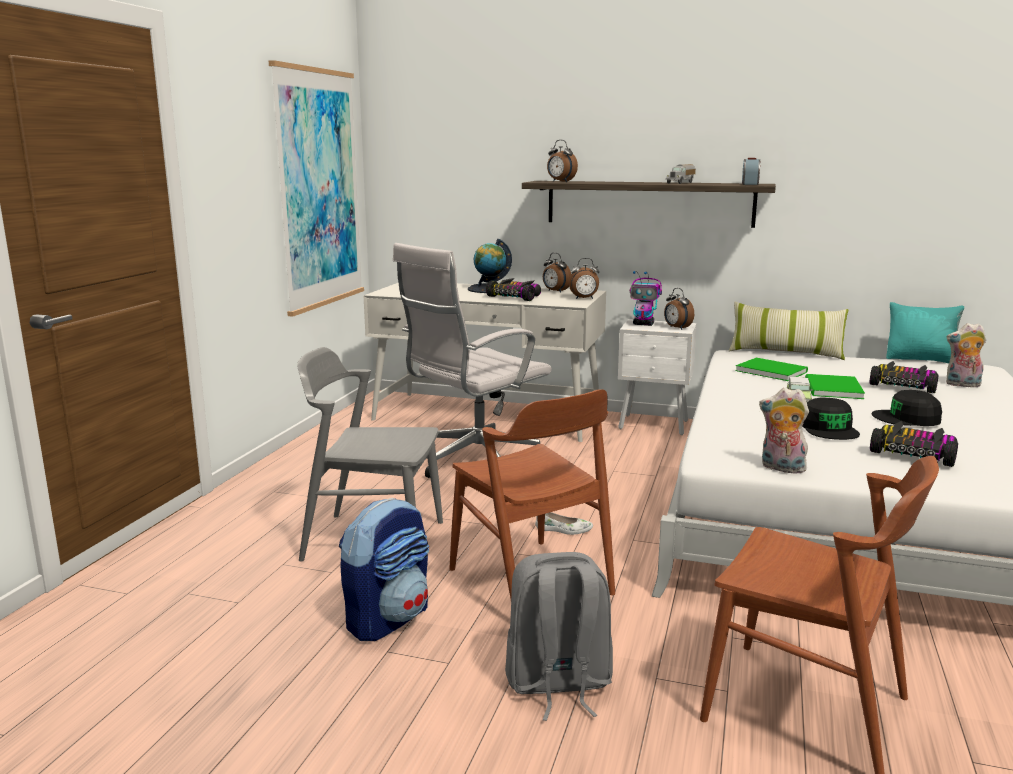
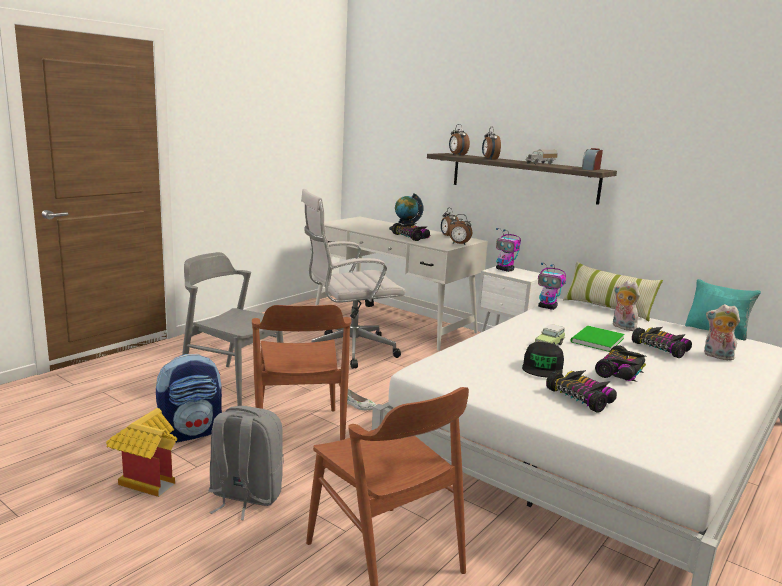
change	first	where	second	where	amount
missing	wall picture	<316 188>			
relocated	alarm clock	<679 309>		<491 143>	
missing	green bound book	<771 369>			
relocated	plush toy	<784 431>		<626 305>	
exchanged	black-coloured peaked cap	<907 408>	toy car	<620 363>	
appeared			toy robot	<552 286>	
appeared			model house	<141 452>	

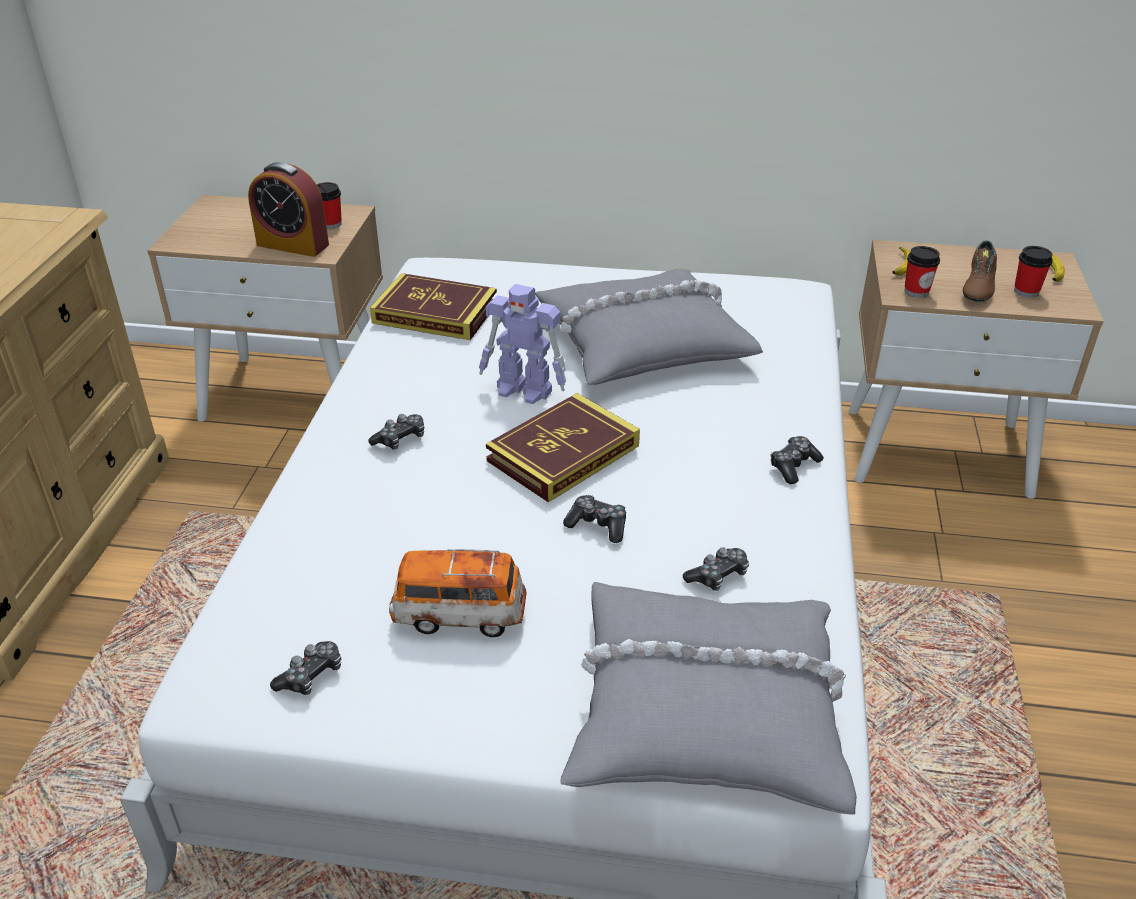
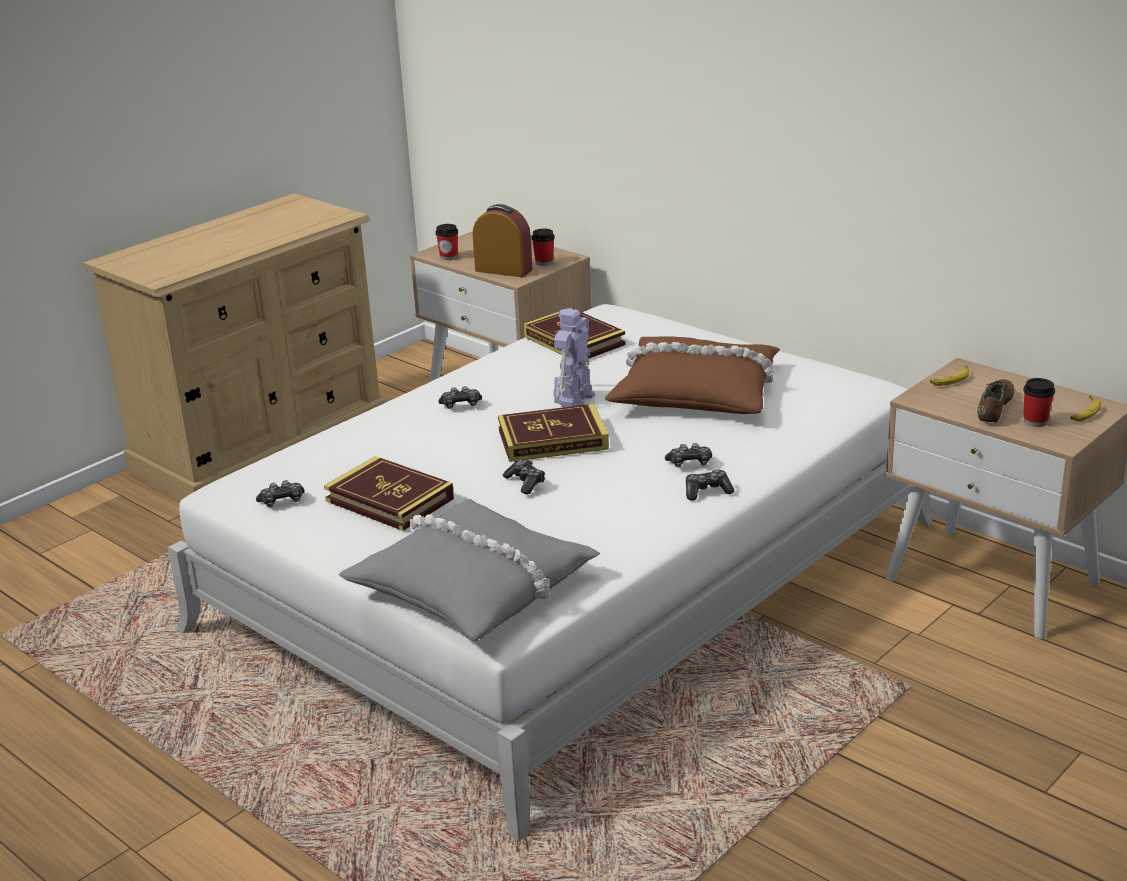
change	first	where	second	where	amount
spun	alarm clock	<288 209>		<503 240>	150 degrees clockwise
spun	brown-coloured low shoe	<980 271>		<996 401>	150 degrees clockwise
relocated	drinking cup	<922 272>		<446 242>	
colour	greyish cushion	<649 327>	brown-coloured cushion	<692 375>	
spun	toy robot	<522 344>		<574 358>	60 degrees clockwise
relocated	gamepad	<716 569>		<688 455>	
exchanged	toy car	<457 593>	bound book	<389 493>	

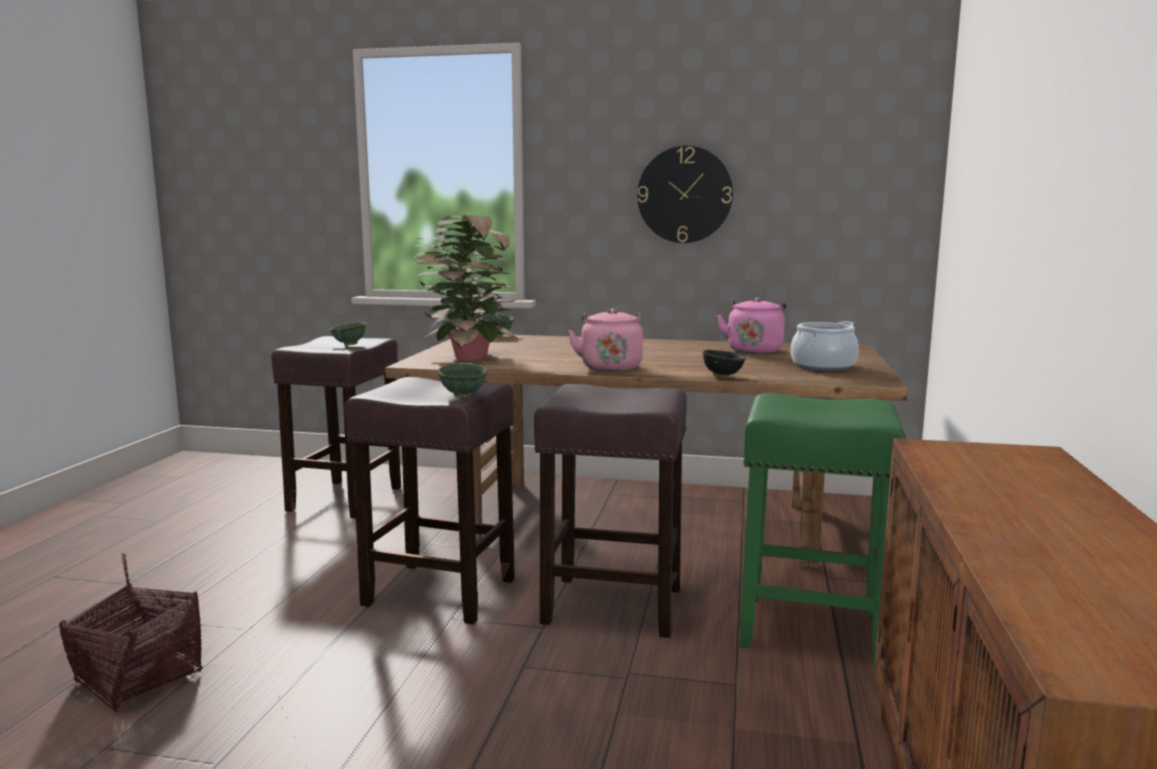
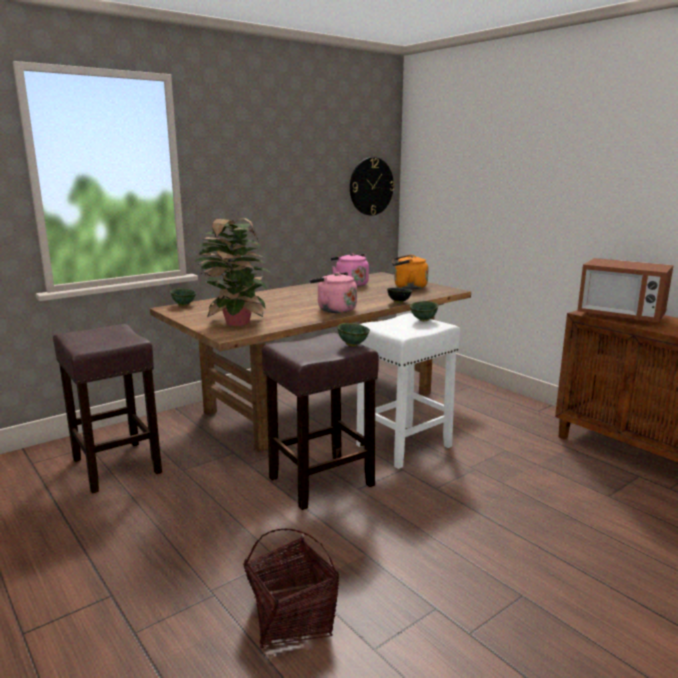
change	first	where	second	where	amount
relocated	clock on the wall	<685 194>		<372 186>	
exchanged	stockpot	<825 346>	orange-coloured tea kettle	<410 272>	
relocated	green deep dish	<348 334>		<424 311>	
colour	brown-coloured stool seat	<610 511>	white stool seat	<408 391>	
missing	green stool seat	<822 529>			
appeared			microwave oven	<625 291>	

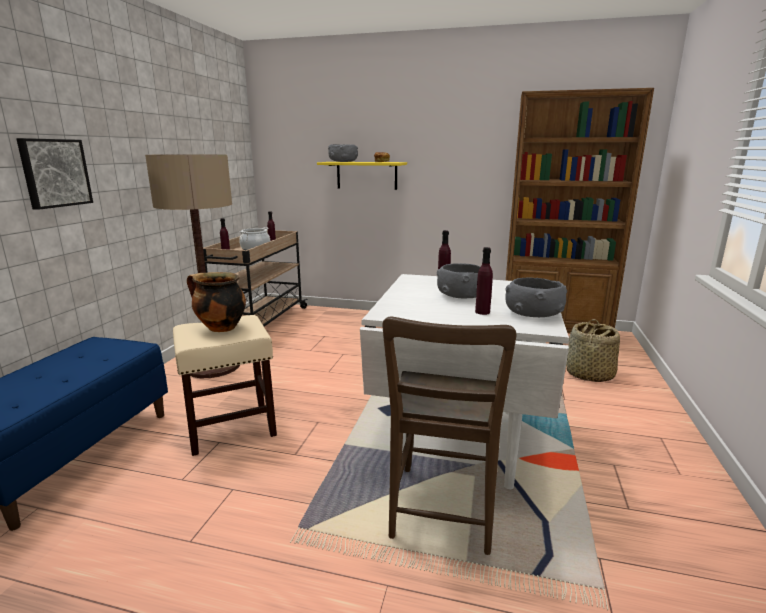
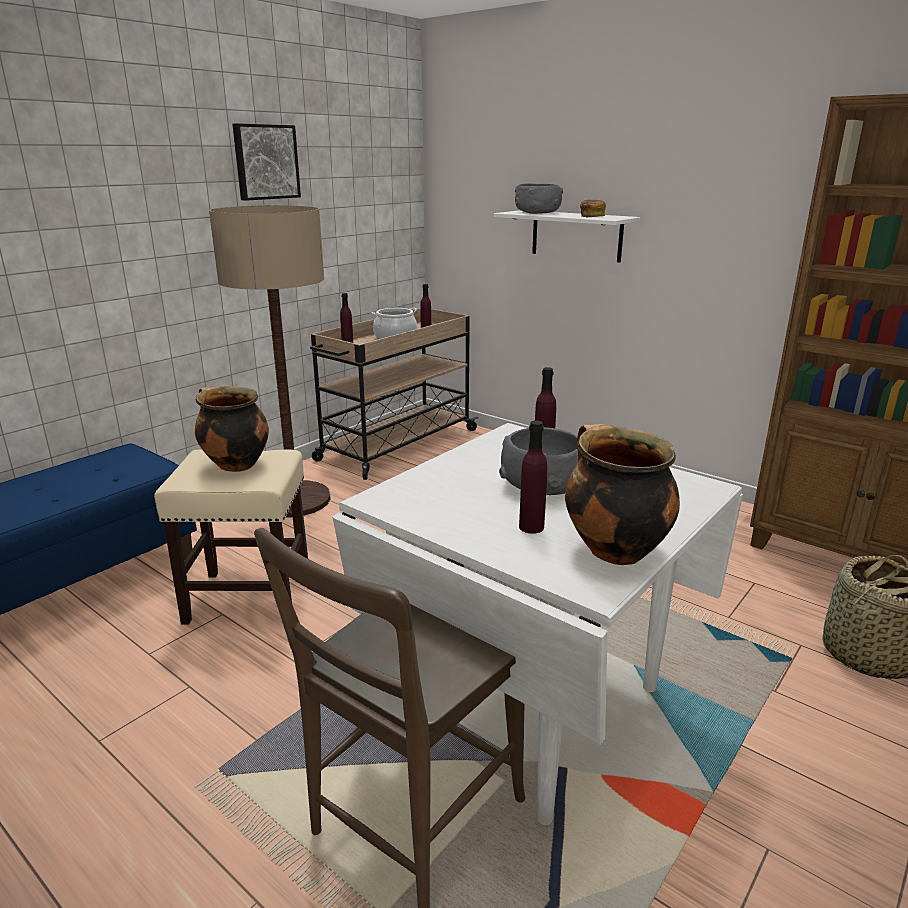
change	first	where	second	where	amount
relocated	wall picture	<54 174>		<266 162>	
colour	yellow-coloured bracket shelf	<362 176>	white bracket shelf	<567 236>	
exchanged	greyish deep dish	<536 297>	stockpot	<622 494>	

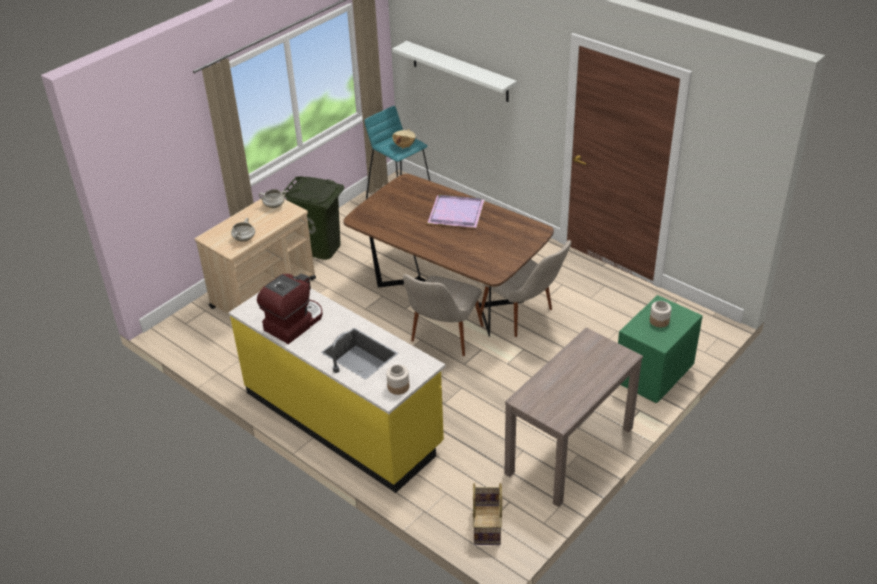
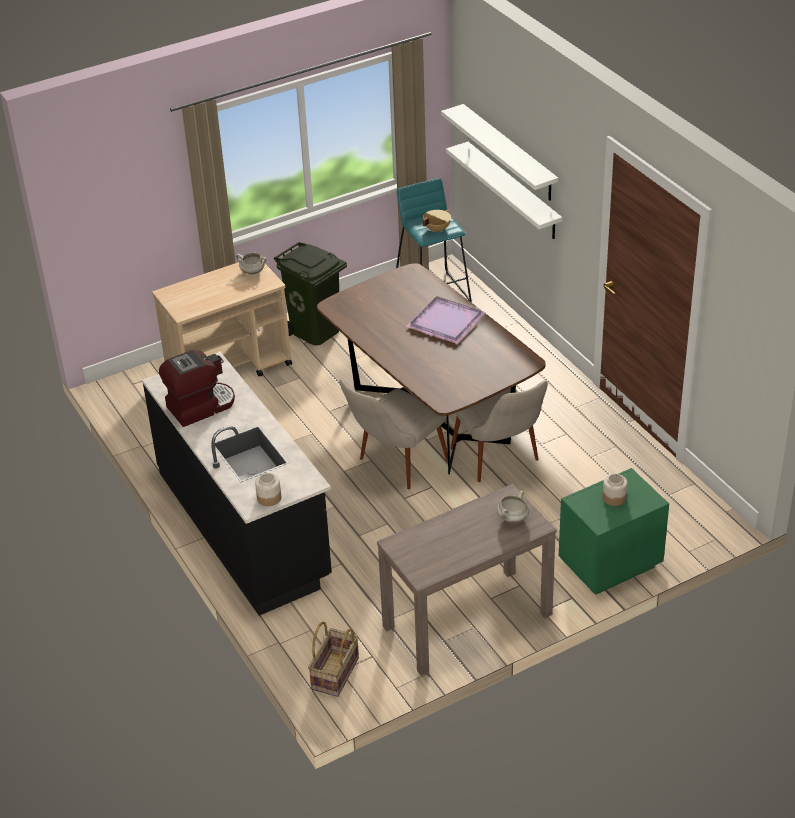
change	first	where	second	where	amount
relocated	white stockpot	<243 230>		<513 506>	
colour	yellow-coloured counter	<337 391>	black-coloured counter	<237 484>	
appeared			white bracket shelf	<504 190>	

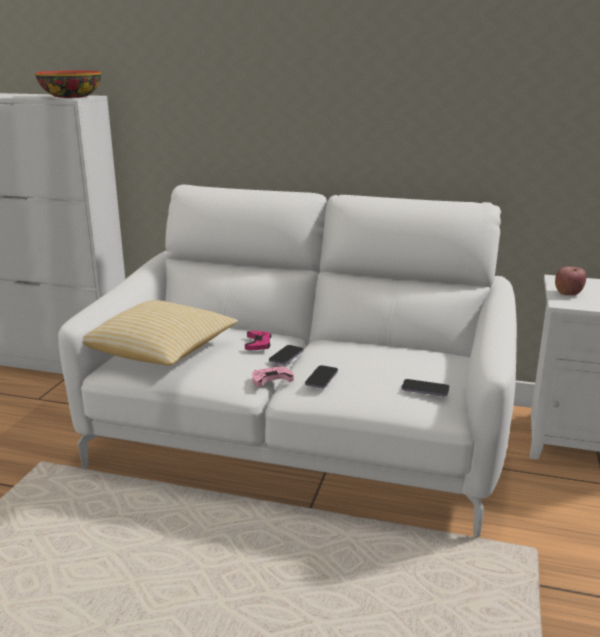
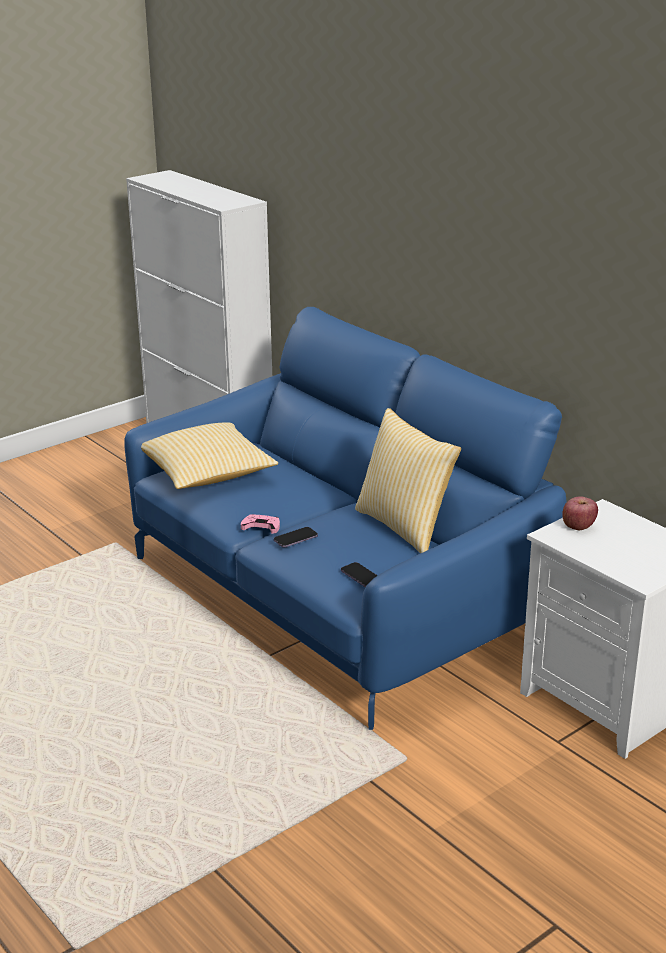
change	first	where	second	where	amount
missing	deep dish	<68 84>			
colour	white settee	<287 361>	blue settee	<345 518>	
missing	pink-coloured gamepad	<258 340>			
missing	phone	<286 355>			
appeared			cushion	<408 480>	

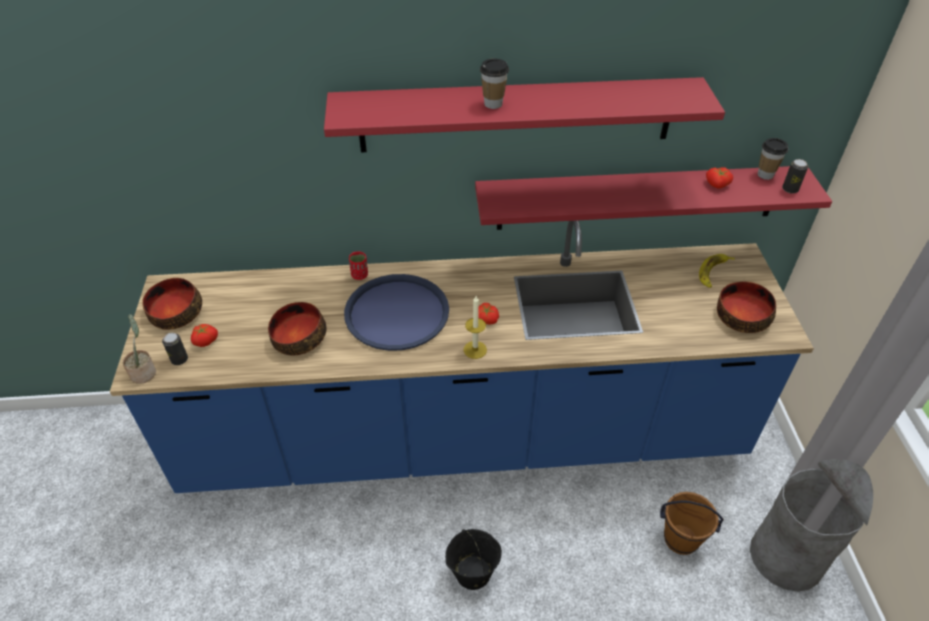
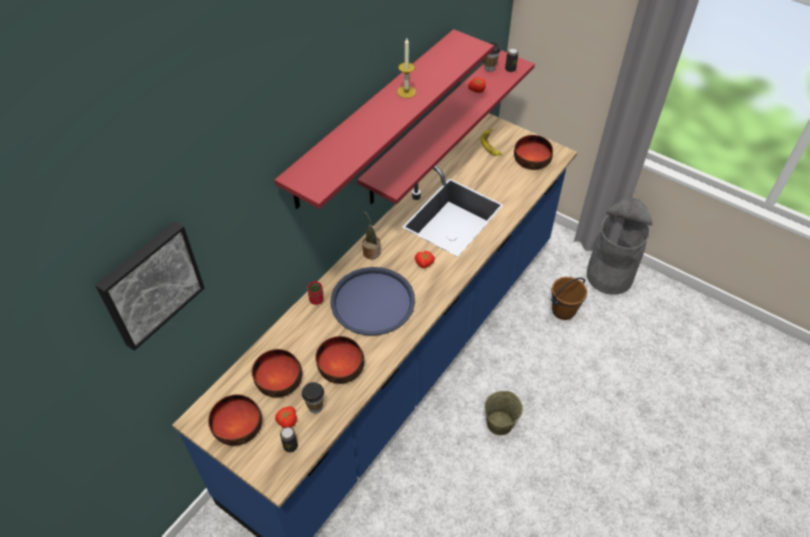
change	first	where	second	where	amount
relocated	drinking cup	<494 84>		<313 398>	
relocated	wax candle	<475 327>		<406 68>	
relocated	houseplant	<139 349>		<371 235>	
colour	black-coloured pail	<473 559>	sand-coloured pail	<503 413>	
appeared			wall picture	<149 286>	
appeared			deep dish	<277 373>	

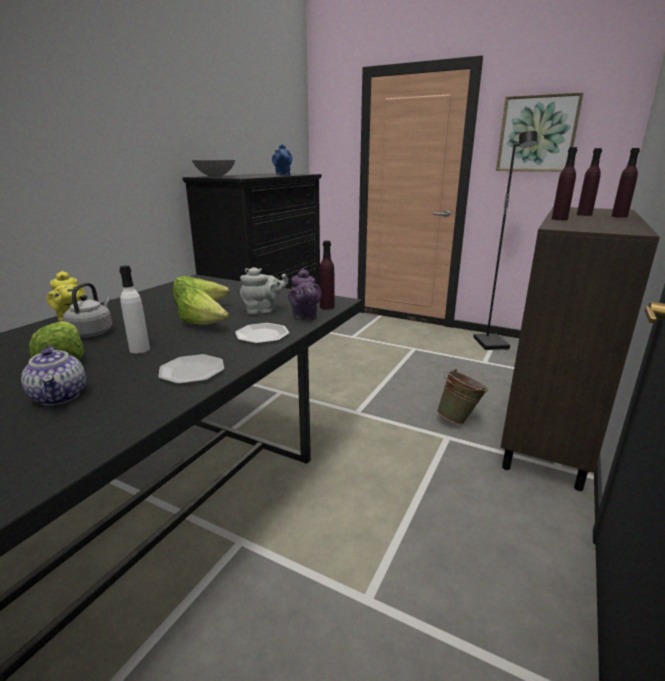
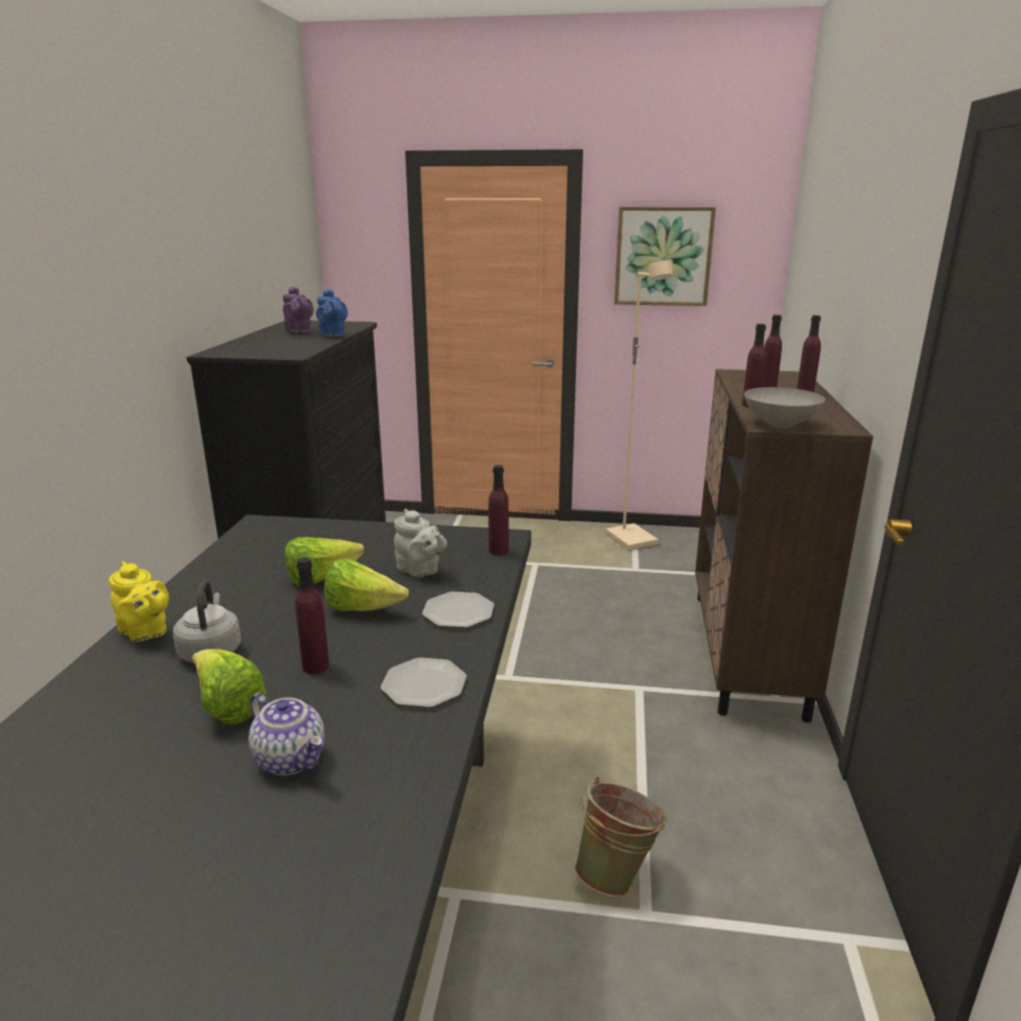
change	first	where	second	where	amount
colour	black-coloured standing lamp	<506 240>	sand-coloured standing lamp	<639 406>	
relocated	greyish deep dish	<213 168>		<784 407>	
colour	white drink bottle	<134 310>	purplish drink bottle	<312 615>	
spun	greyish teapot	<264 290>		<420 543>	75 degrees clockwise
relocated	purplish teapot	<304 294>		<298 309>	
relocated	green pail	<462 397>		<621 837>	

